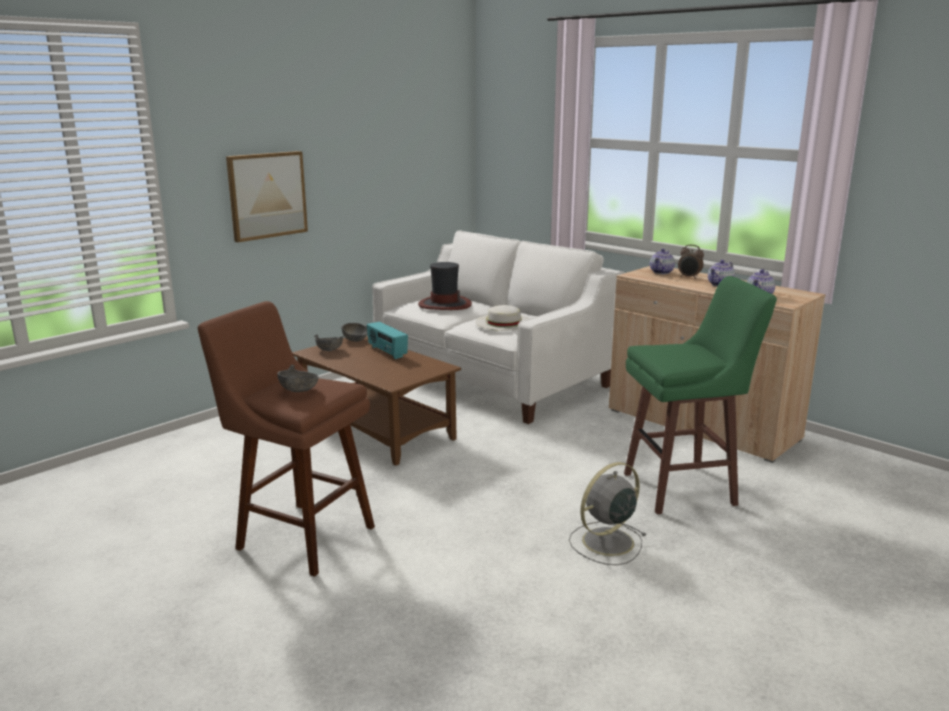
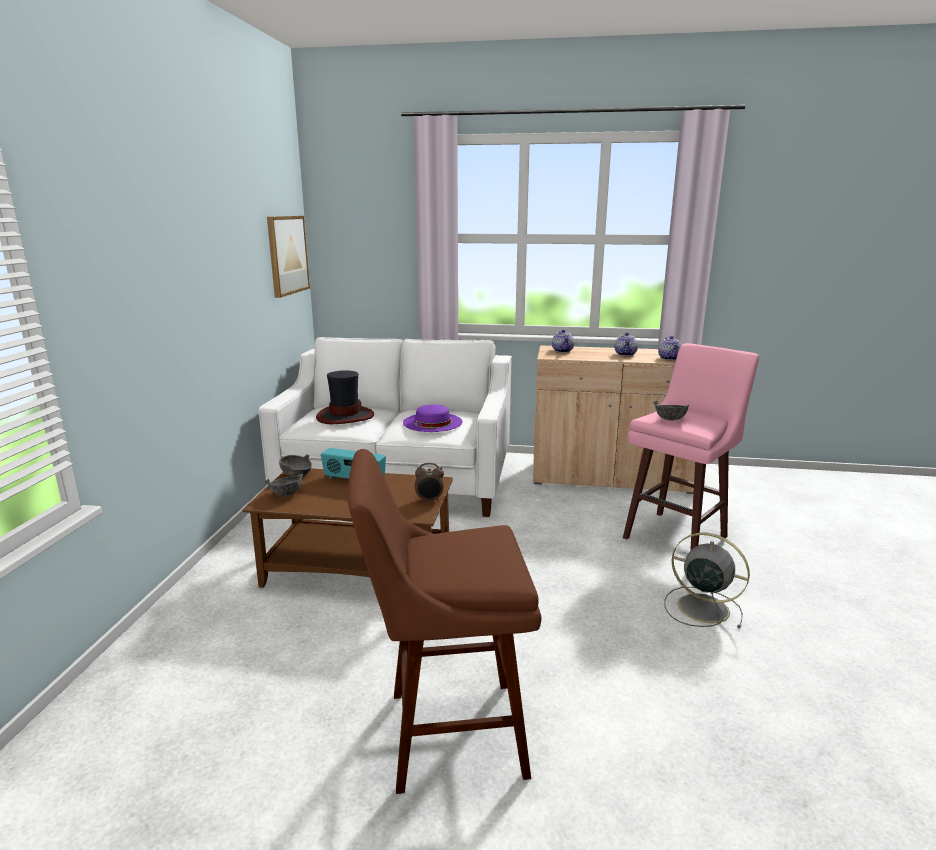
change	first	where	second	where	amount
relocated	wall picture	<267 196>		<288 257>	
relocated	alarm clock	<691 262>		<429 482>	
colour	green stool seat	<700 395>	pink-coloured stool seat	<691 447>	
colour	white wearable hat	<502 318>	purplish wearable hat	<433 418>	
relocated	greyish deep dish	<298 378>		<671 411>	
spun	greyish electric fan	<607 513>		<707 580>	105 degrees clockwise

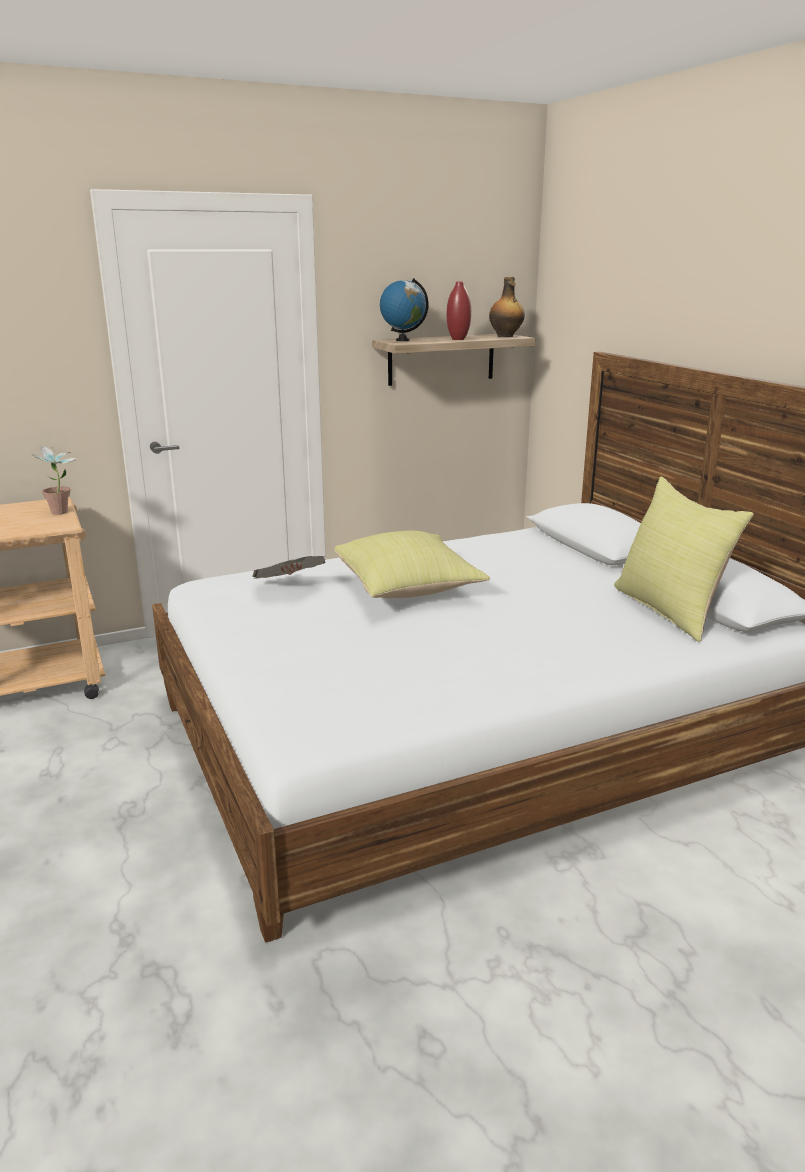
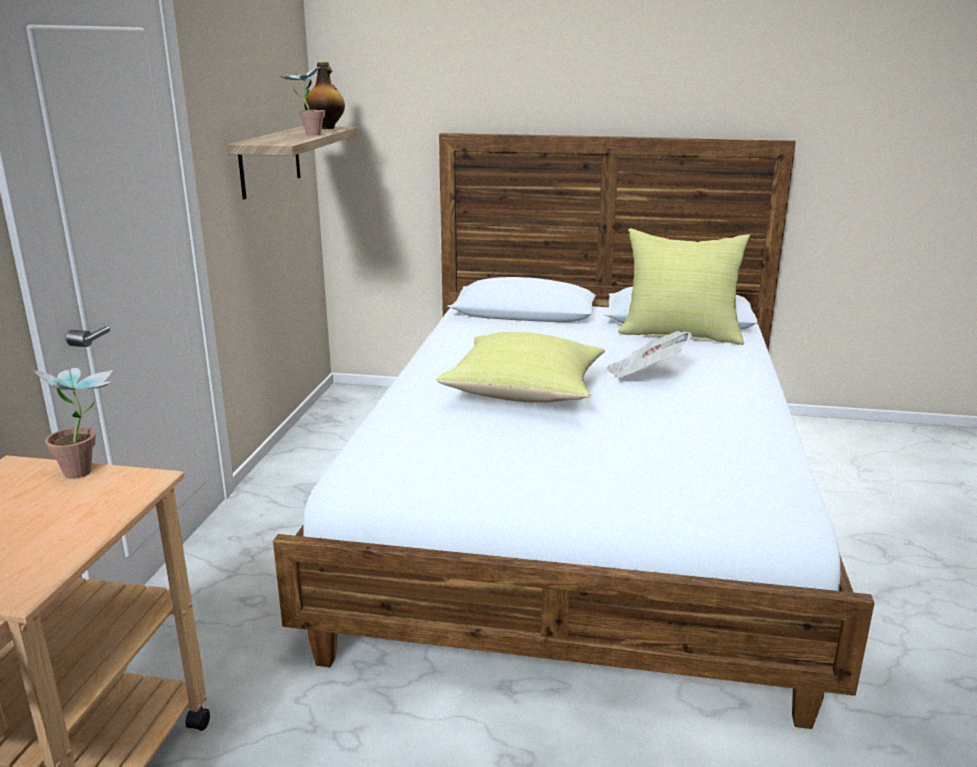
change	first	where	second	where	amount
missing	globe	<404 309>			
exchanged	red-coloured flower vase	<459 310>	houseplant	<302 100>	
relocated	daily paper	<289 567>		<649 355>	

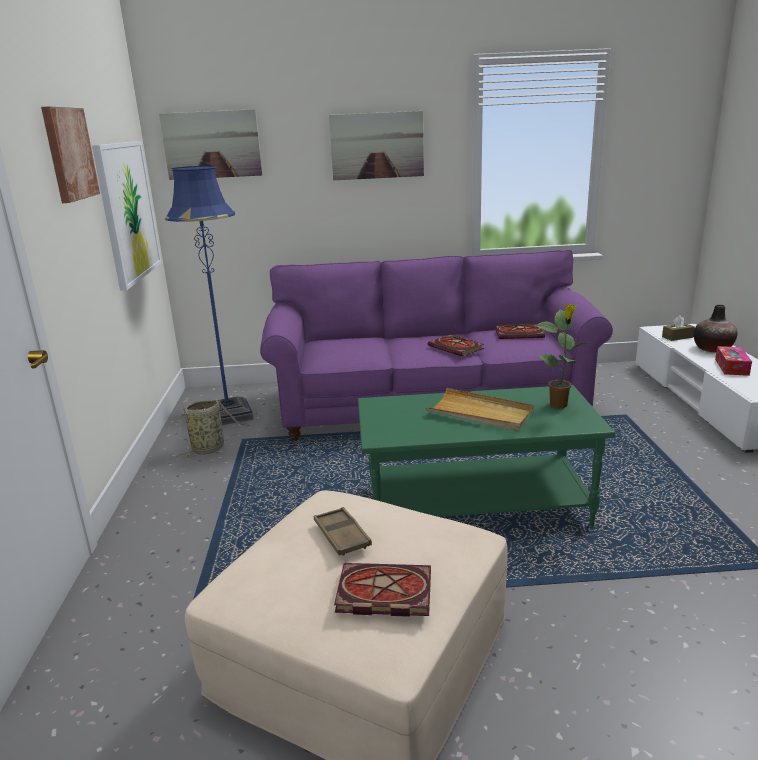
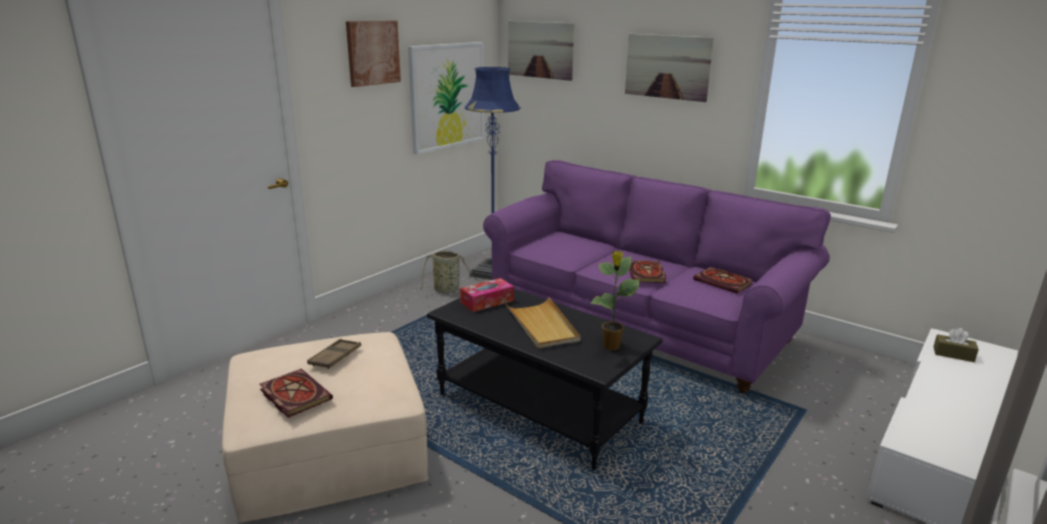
change	first	where	second	where	amount
missing	flower vase	<715 329>			
relocated	tissue holder	<733 361>		<487 295>	
colour	green low table	<486 456>	black-coloured low table	<545 379>	

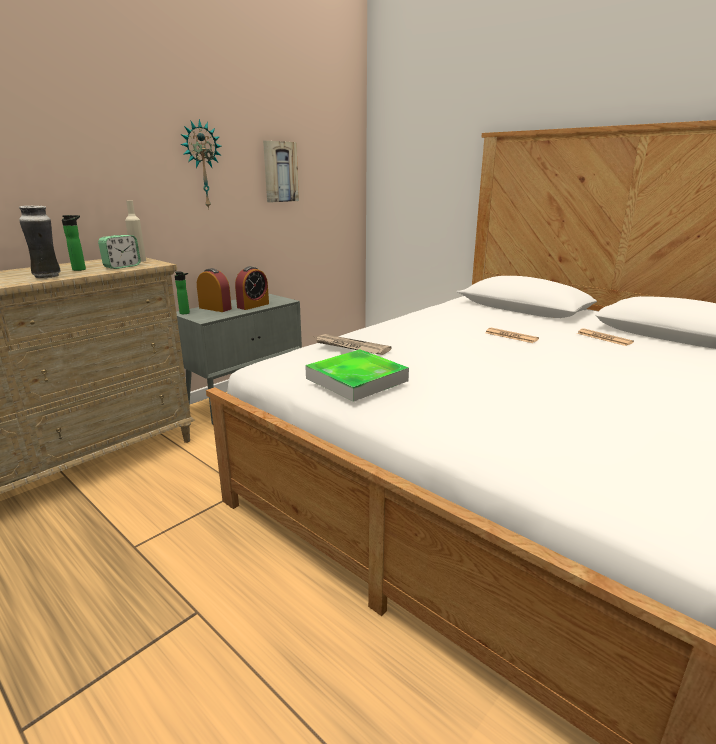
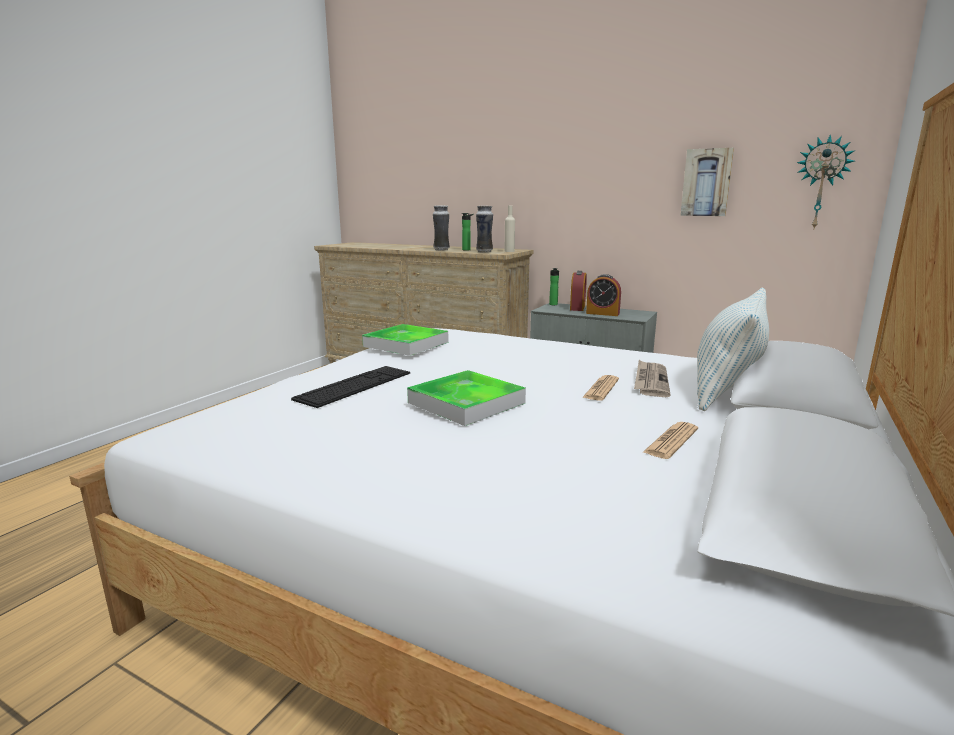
change	first	where	second	where	amount
relocated	clock on the wall	<201 164>		<826 181>	
exchanged	alarm clock	<119 252>	flower vase	<484 229>	
relocated	daily paper	<353 344>		<652 378>	
appeared			cushion	<733 349>	
appeared			keyboard	<350 387>	
appeared			serving tray	<466 398>	

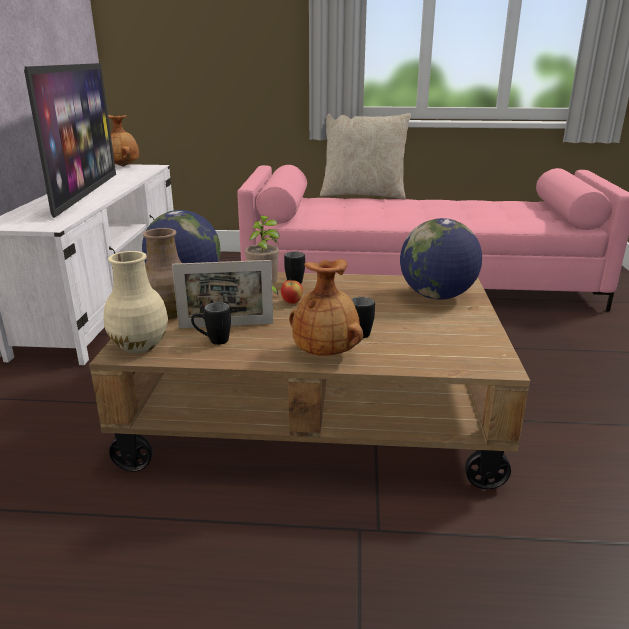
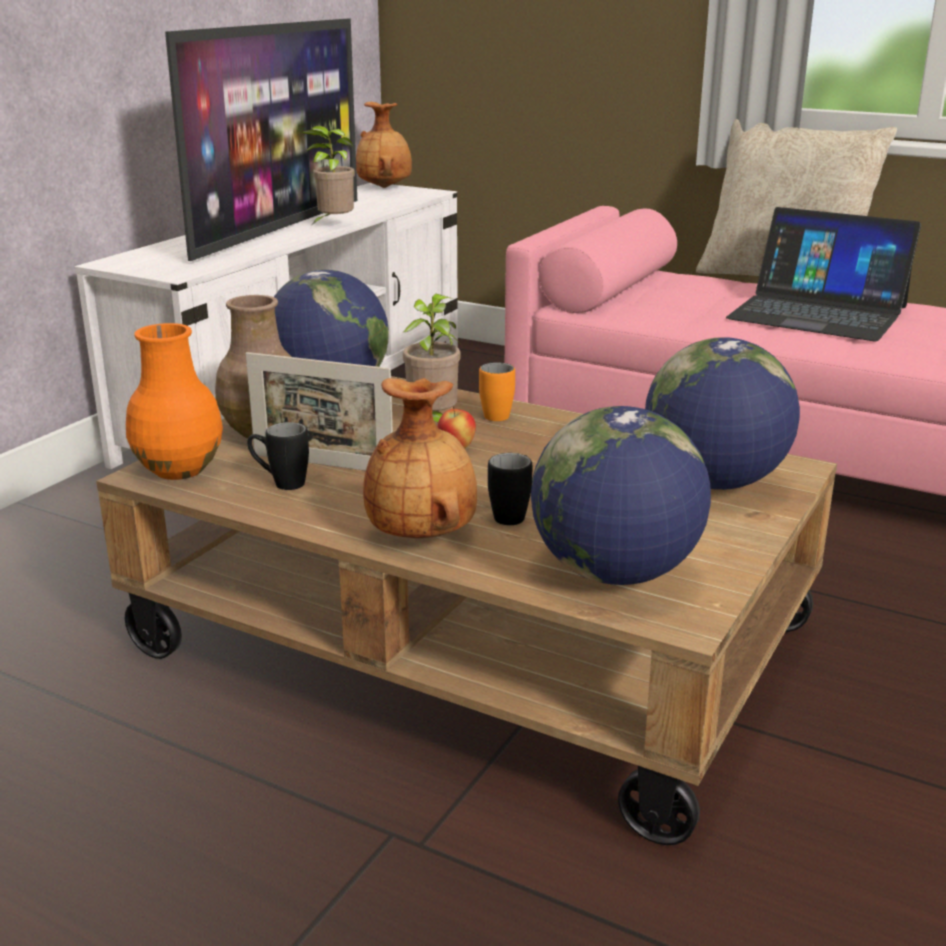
change	first	where	second	where	amount
colour	sand-coloured flower vase	<136 302>	orange-coloured flower vase	<174 401>	
colour	black-coloured tea mug	<294 268>	orange-coloured tea mug	<497 391>	
appeared			houseplant	<328 176>	
appeared			notebook computer	<823 274>	
appeared			globe	<621 495>	

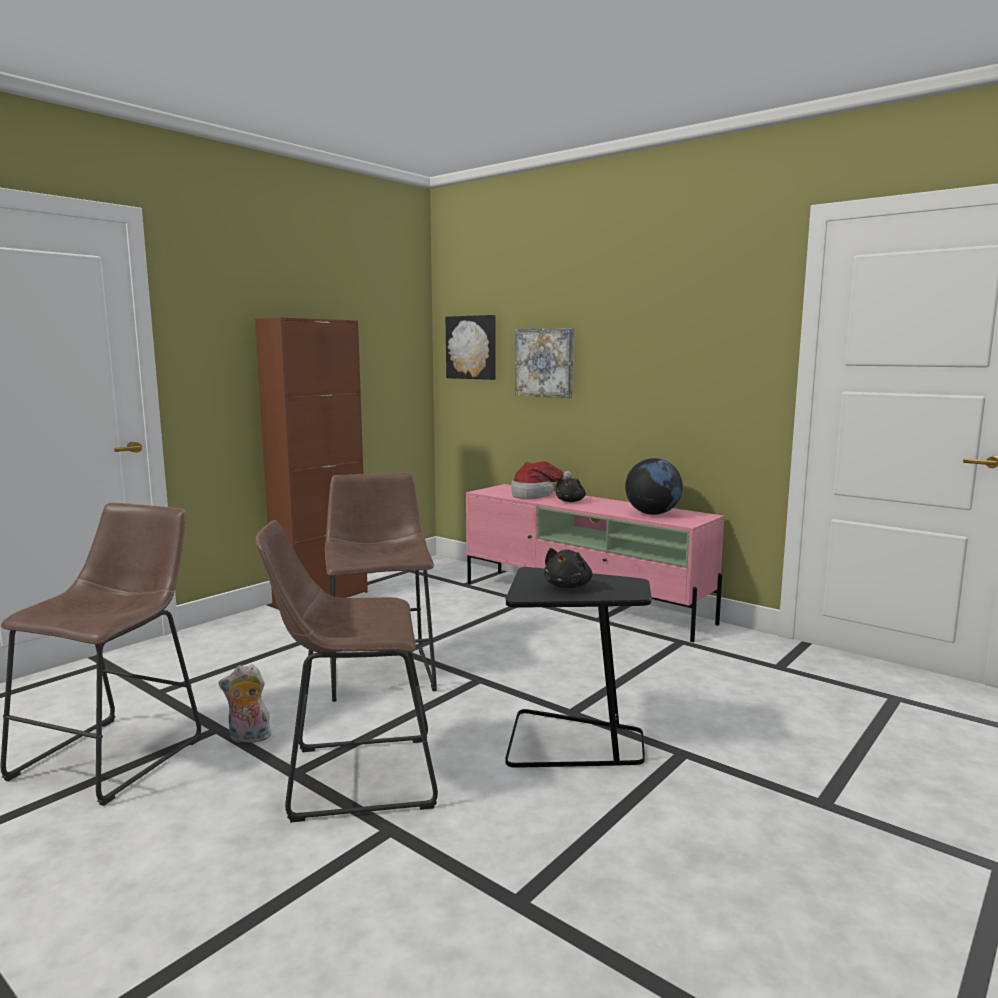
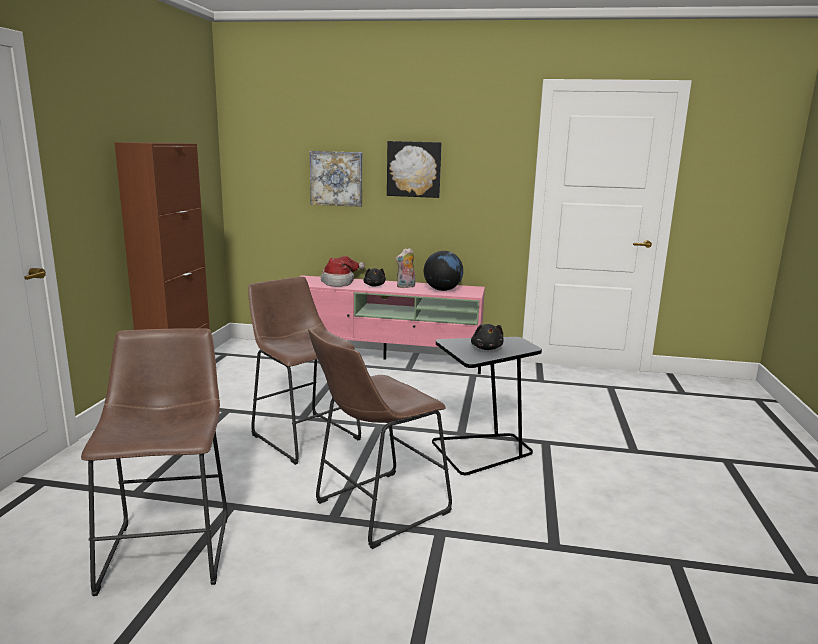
change	first	where	second	where	amount
relocated	wall picture	<471 347>		<414 169>	
relocated	plush toy	<245 704>		<405 268>	

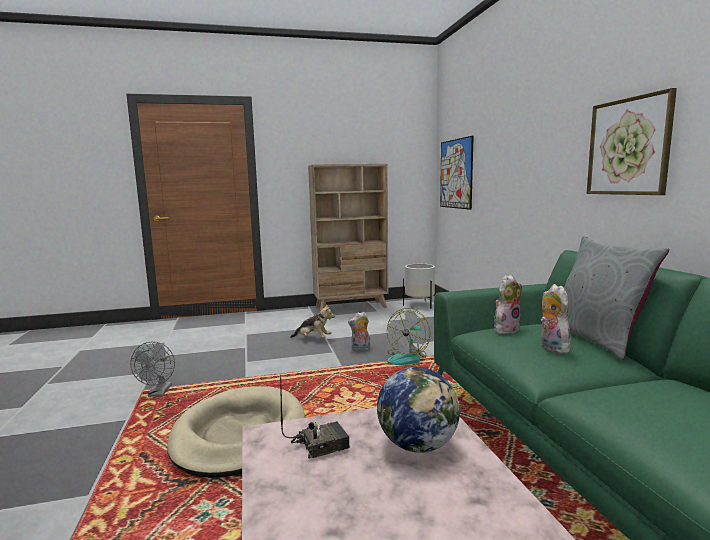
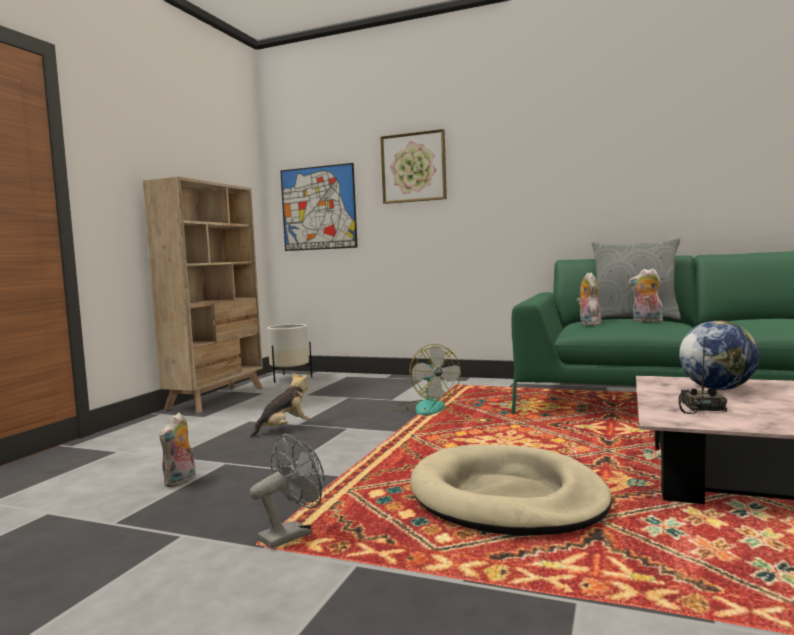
change	first	where	second	where	amount
relocated	wall picture	<632 141>		<413 166>	
relocated	plush toy	<359 331>		<177 449>	
spun	greyish electric fan	<152 369>		<287 491>	75 degrees counterclockwise

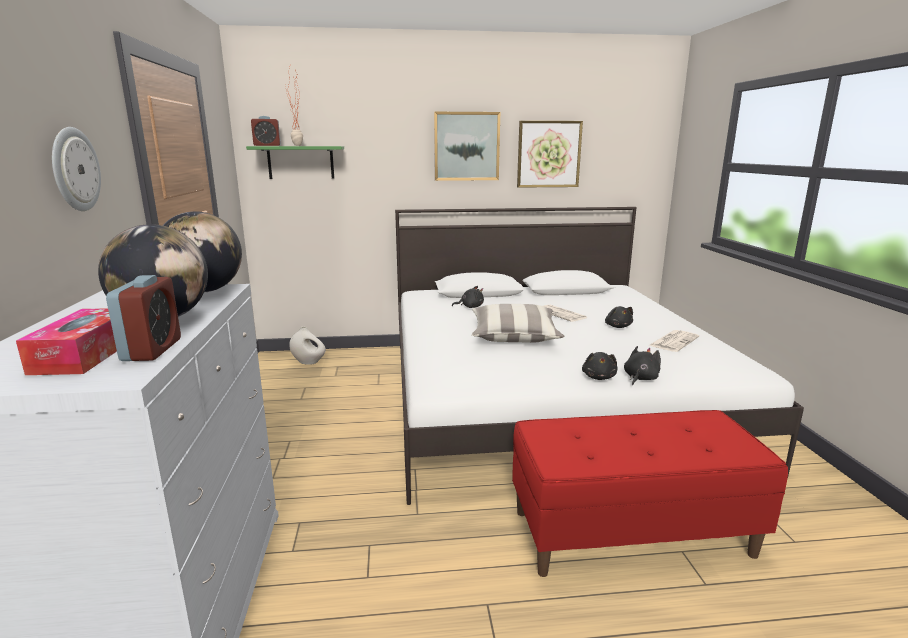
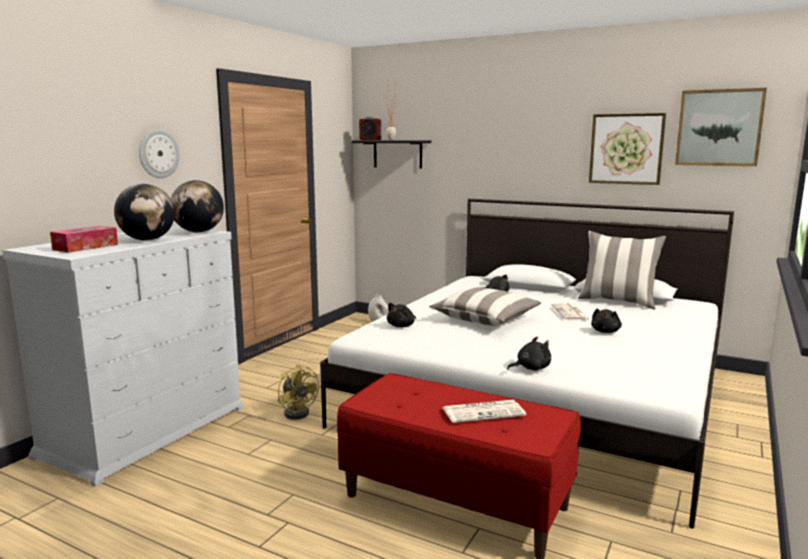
change	first	where	second	where	amount
relocated	wall picture	<467 146>		<721 127>	
colour	green bracket shelf	<295 162>	black-coloured bracket shelf	<391 154>	
missing	alarm clock	<143 318>			
relocated	daily paper	<673 341>		<484 411>	
relocated	black-coloured plush toy	<600 366>		<401 315>	
appeared			cushion	<622 270>	
appeared			yellow-coloured electric fan	<298 392>	

